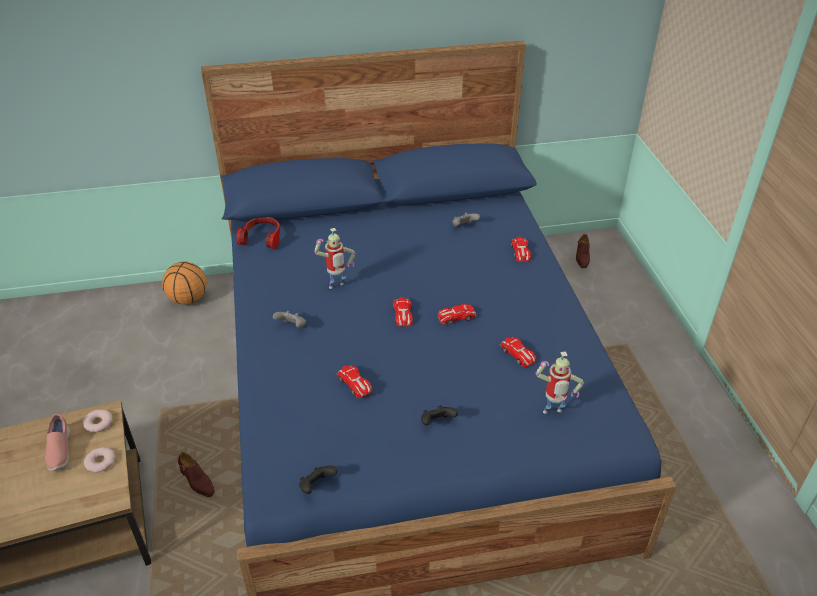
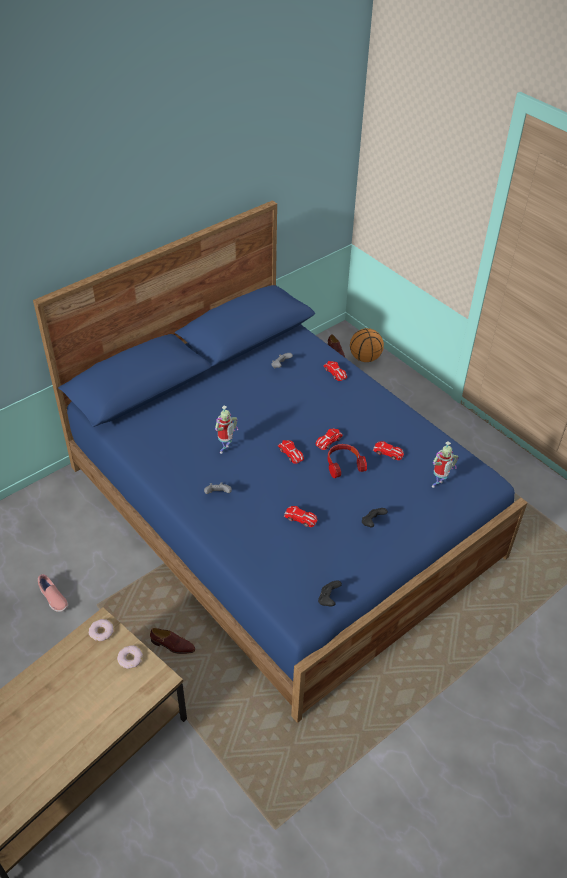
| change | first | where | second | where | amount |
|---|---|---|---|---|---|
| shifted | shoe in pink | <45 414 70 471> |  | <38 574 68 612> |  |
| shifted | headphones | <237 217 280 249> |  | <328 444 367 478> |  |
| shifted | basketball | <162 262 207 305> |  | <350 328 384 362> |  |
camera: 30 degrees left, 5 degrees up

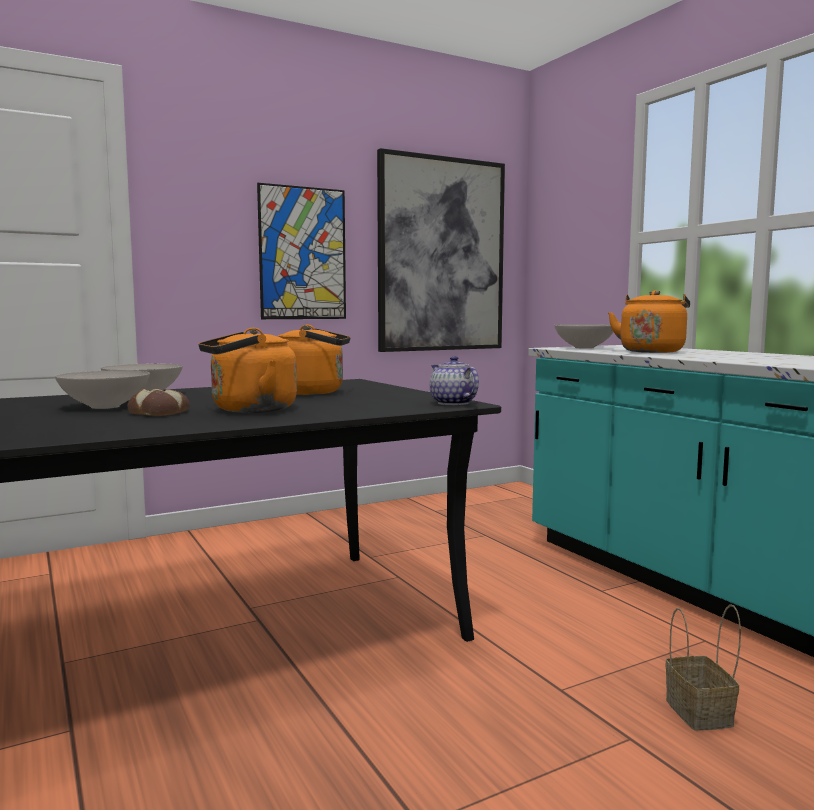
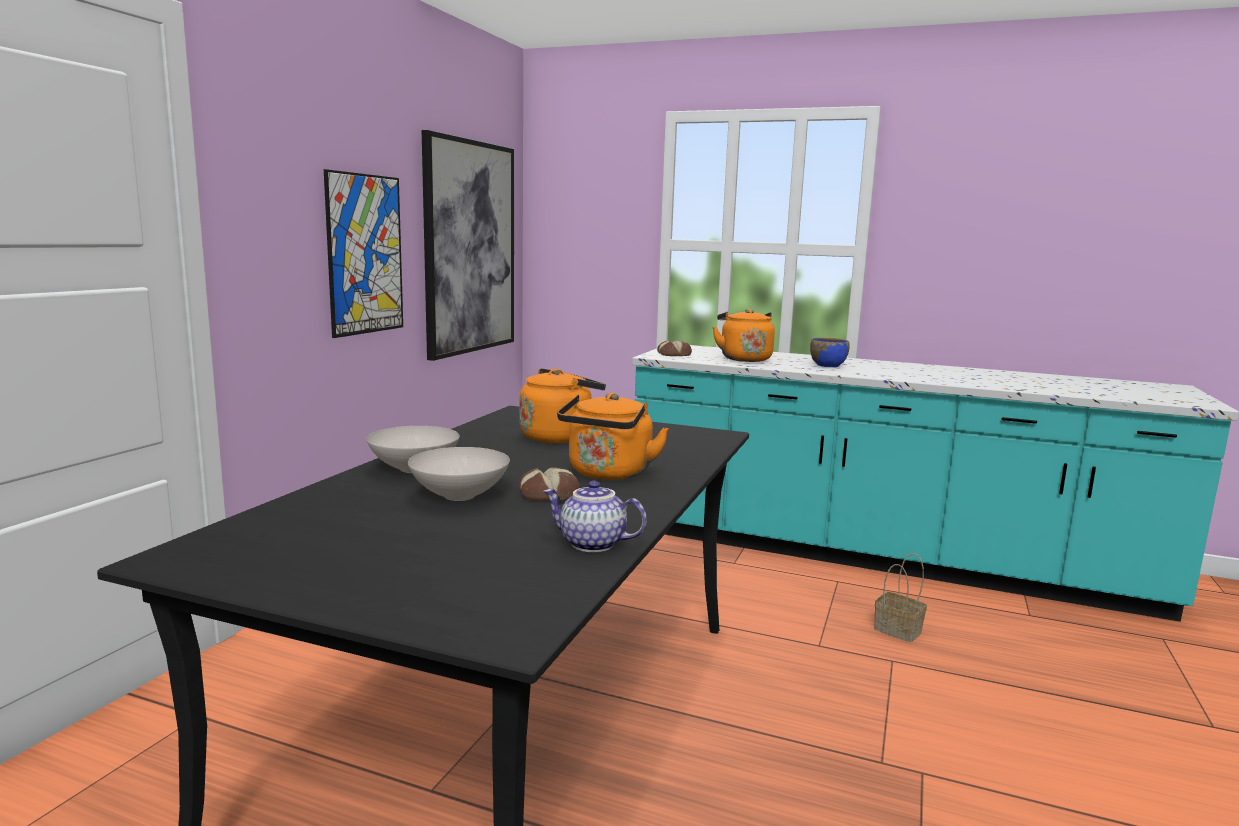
| change | first | where | second | where | amount |
|---|---|---|---|---|---|
| shifted | teapot | <430 356 479 405> |  | <544 481 647 552> |  |
| swapped | bowl in white | <554 324 613 349> | bread | <657 340 692 356> |  |
| new |  |  | bowl in blue | <810 338 850 367> |  |
camera: 40 degrees left, 5 degrees up

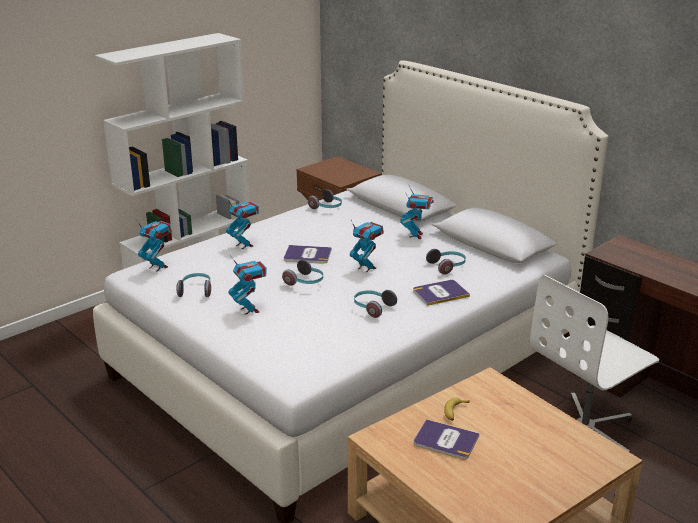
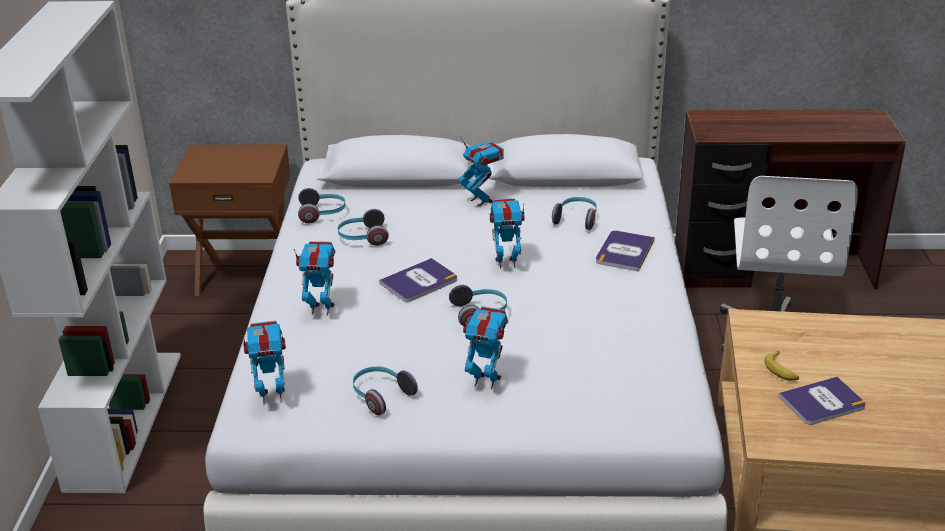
| change | first | where | second | where | amount |
|---|---|---|---|---|---|
| shifted | headphones | <354 290 397 318> |  | <338 209 389 246> |  |
camera: 45 degrees left, 5 degrees up

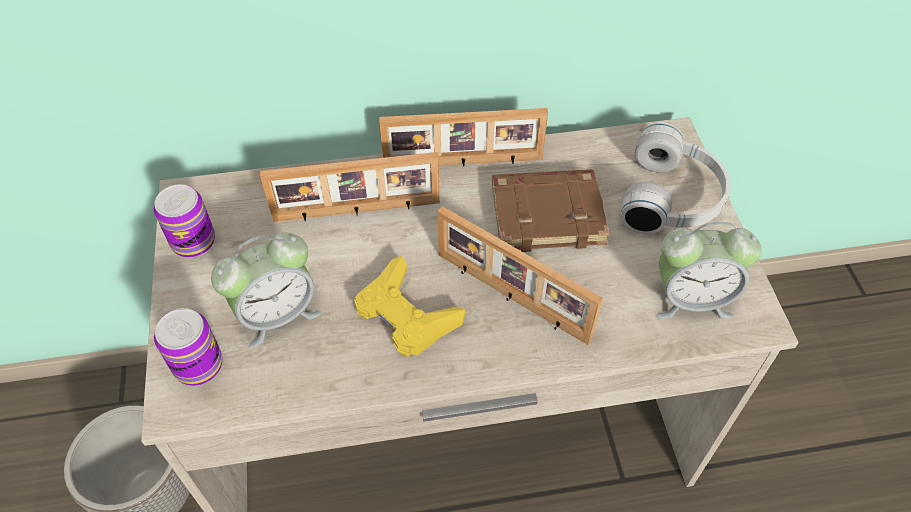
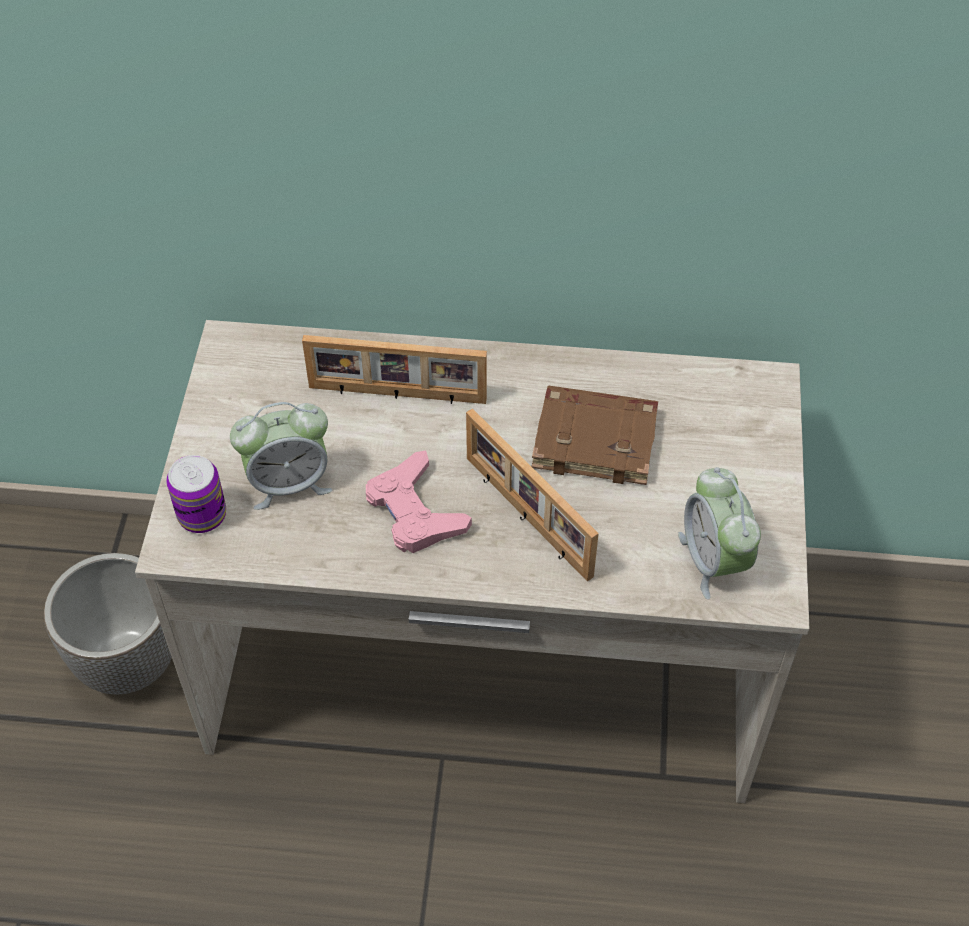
| change | first | where | second | where | amount |
|---|---|---|---|---|---|
| repainted | game controller in yellow | <354 256 465 357> | game controller in pink | <366 451 472 553> |  |
| rotated | alarm clock | <656 222 762 319> |  | <678 467 761 600> | 60 degrees clockwise |
| gone | can | <154 184 215 257> |  |  |  |
| gone | picture frame | <379 108 548 167> |  |  |  |
| gone | headphones in white | <621 122 731 234> |  |  |  |
camera: 15 degrees right, 0 degrees up

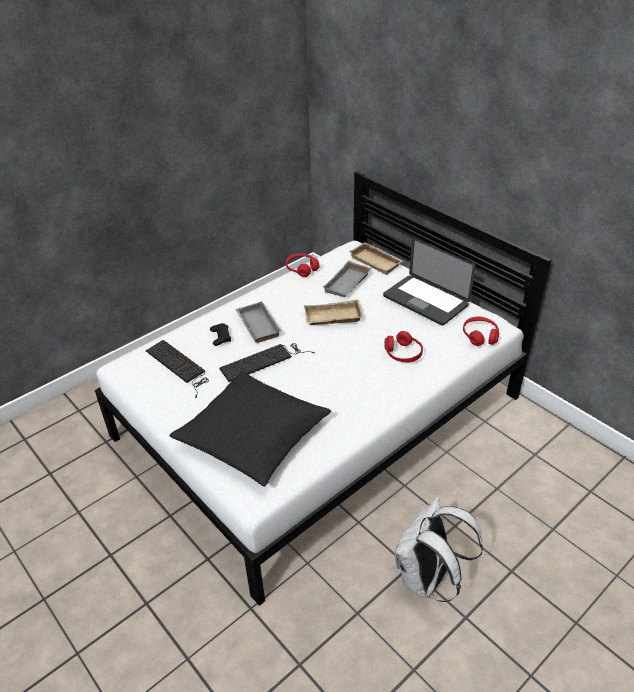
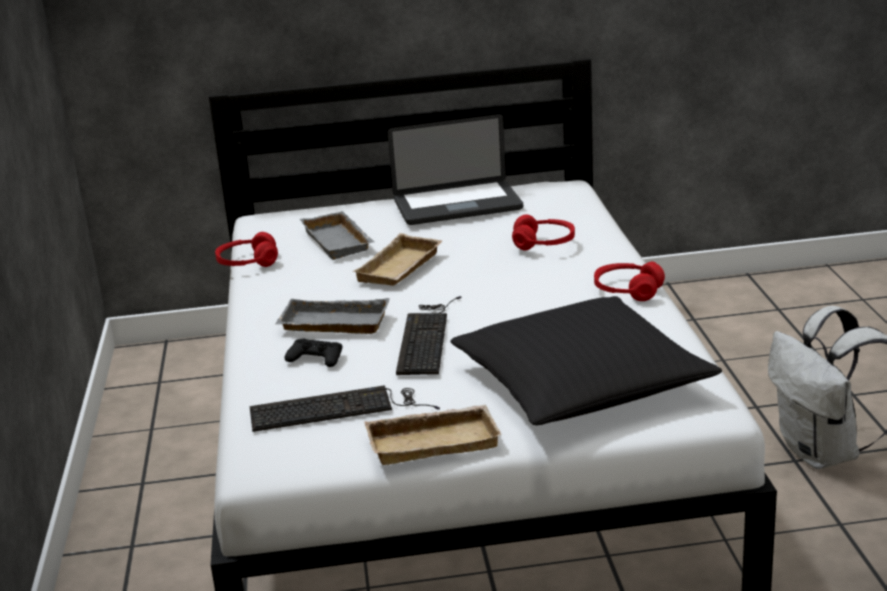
| change | first | where | second | where | amount |
|---|---|---|---|---|---|
| shifted | tray in beige | <348 242 403 275> |  | <364 405 502 465> |  |
| shifted | headphones in red | <463 316 499 346> |  | <594 262 665 301> |  |
camera: 55 degrees left, 15 degrees down

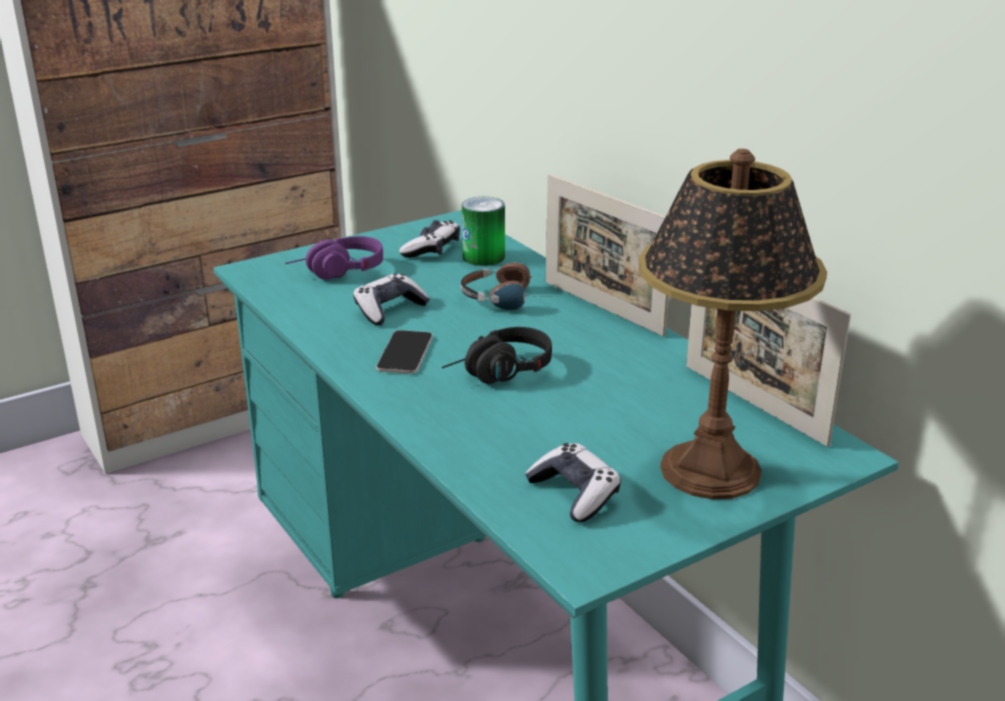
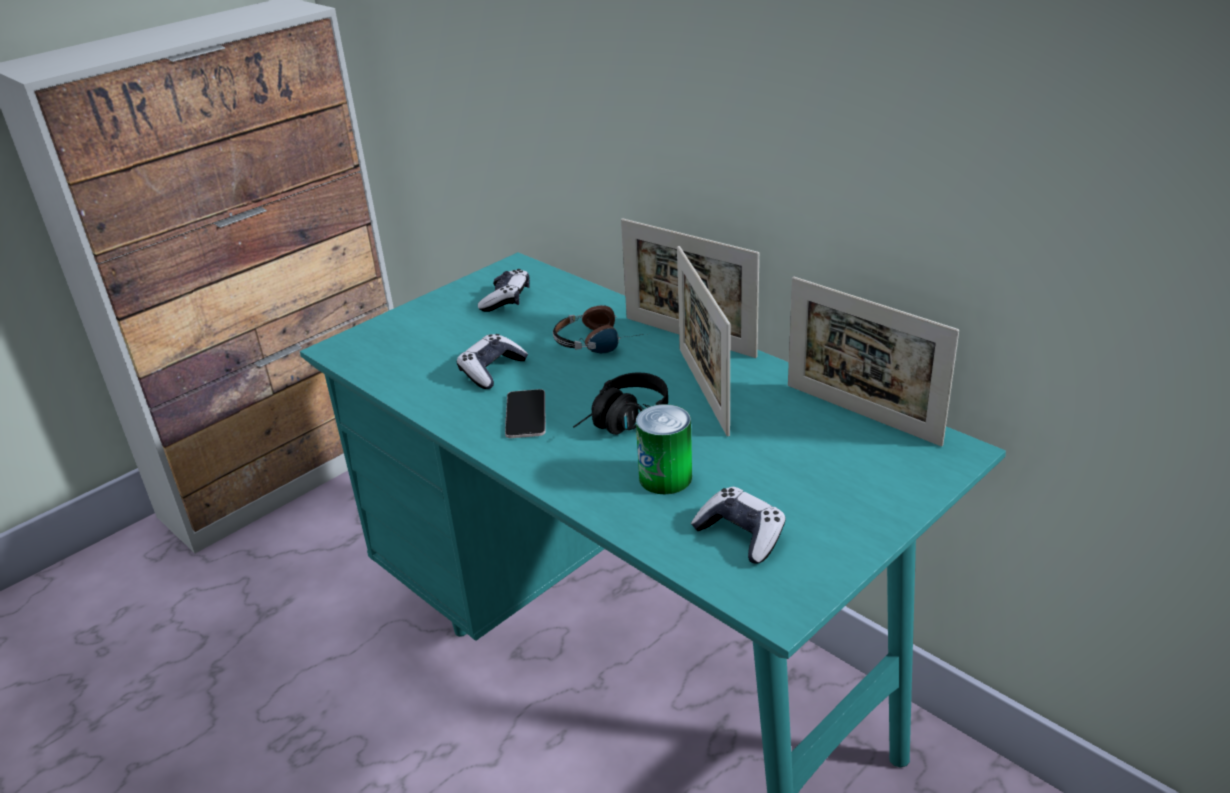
| change | first | where | second | where | amount |
|---|---|---|---|---|---|
| shifted | can | <462 197 505 266> |  | <636 404 692 494> |  |
| new |  |  | picture frame | <677 246 730 437> |  |
| gone | headphones in purple | <285 236 383 280> |  |  |  |
| gone | table lamp | <639 149 827 499> |  |  |  |
camera: 10 degrees left, 5 degrees up

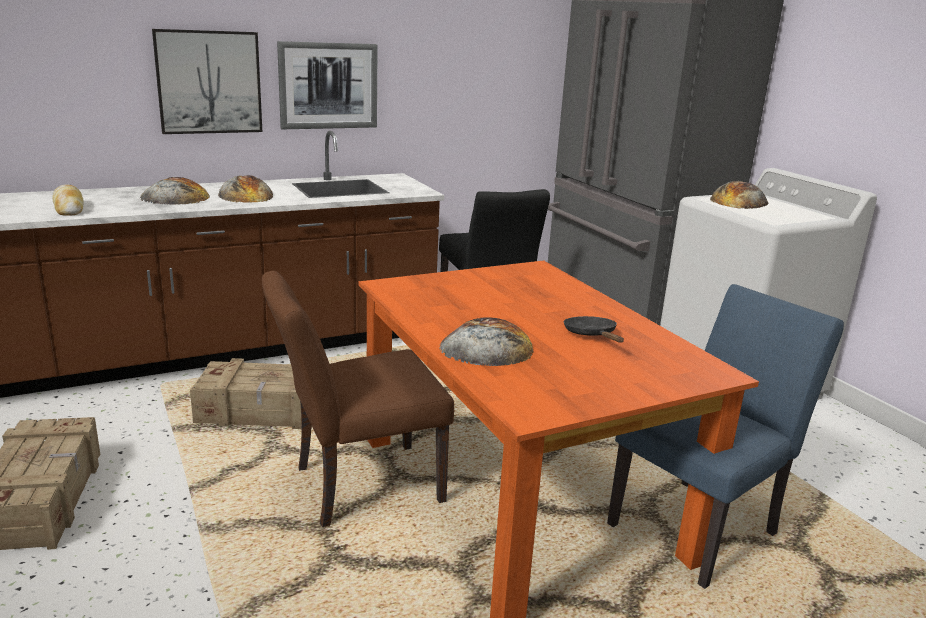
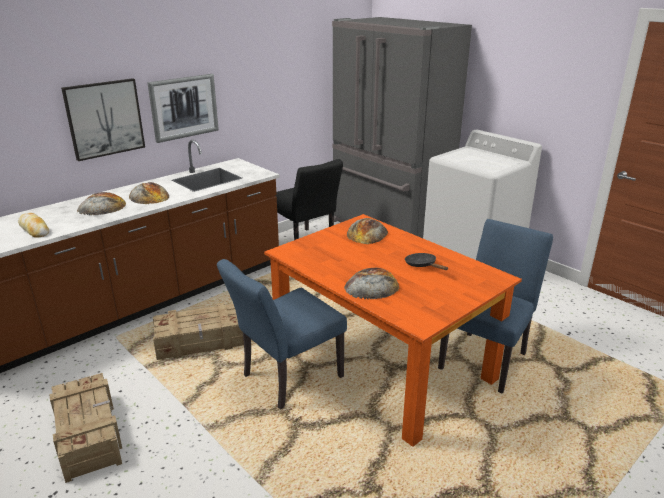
| change | first | where | second | where | amount |
|---|---|---|---|---|---|
| repainted | chair in brown | <262 271 454 527> | chair in blue | <217 259 347 409> |  |
| shifted | bread | <710 181 769 209> |  | <347 218 388 244> |  |
camera: 15 degrees left, 5 degrees up

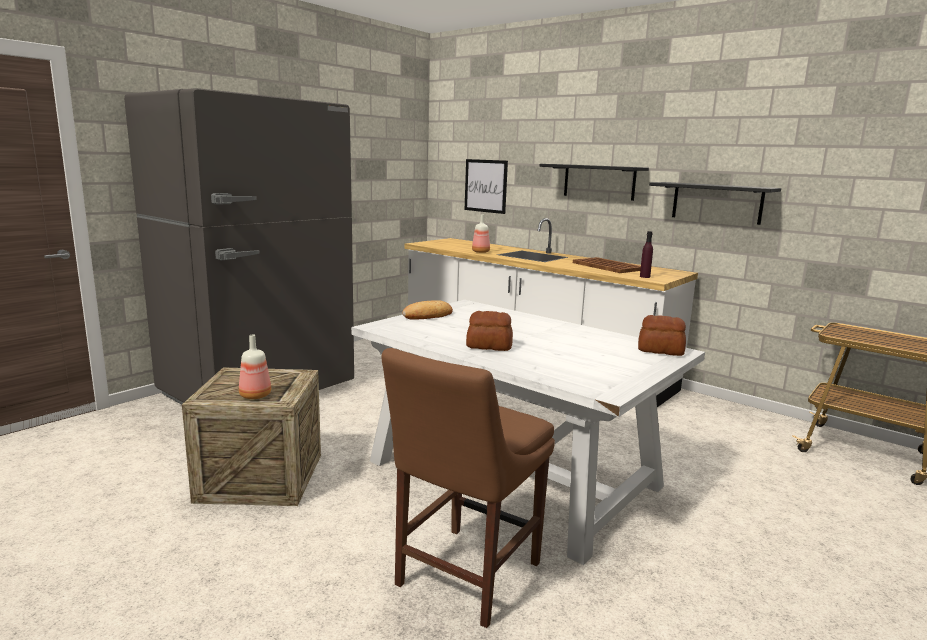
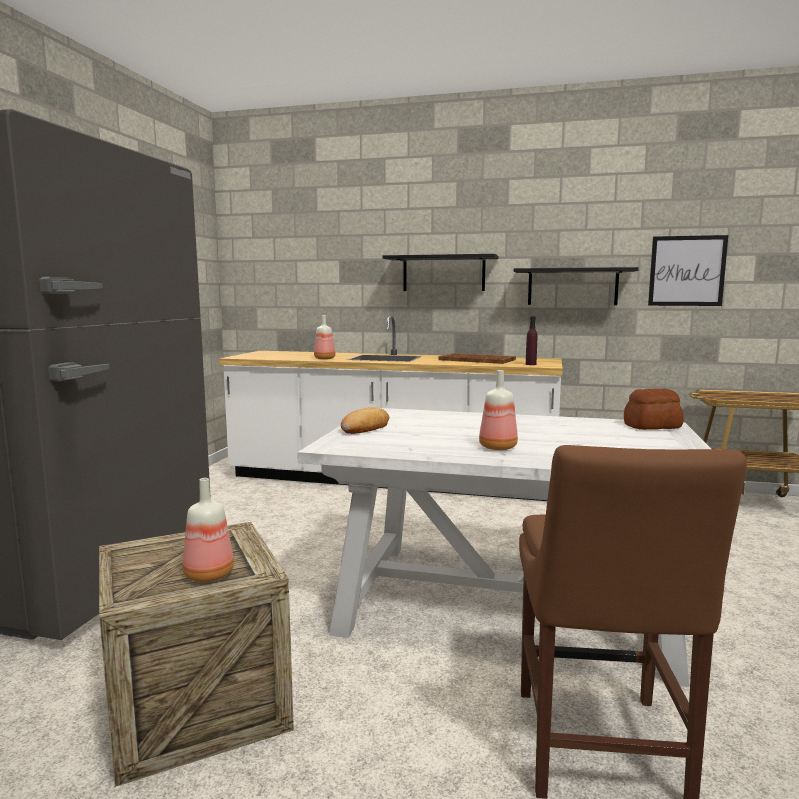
| change | first | where | second | where | amount |
|---|---|---|---|---|---|
| swapped | bread | <466 311 513 351> | bottle | <479 370 518 450> |  |
| shifted | picture | <465 159 508 214> |  | <648 235 728 306> |  |
camera: 25 degrees left, 5 degrees down

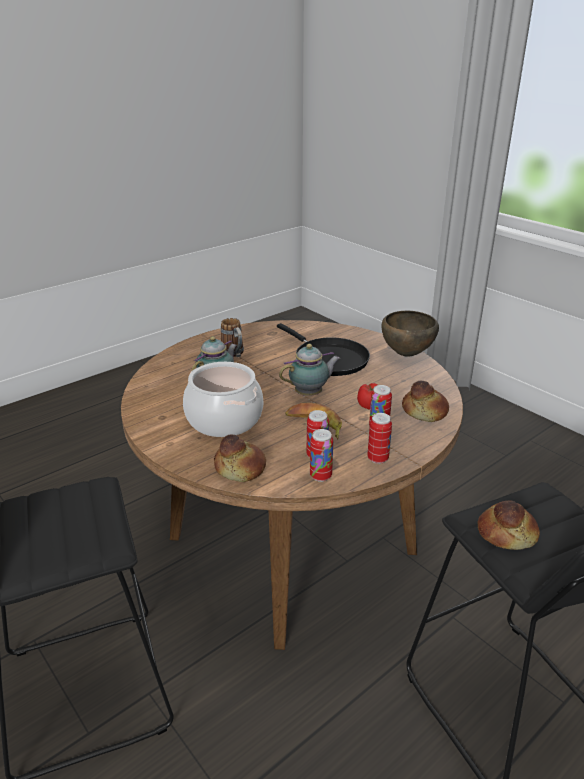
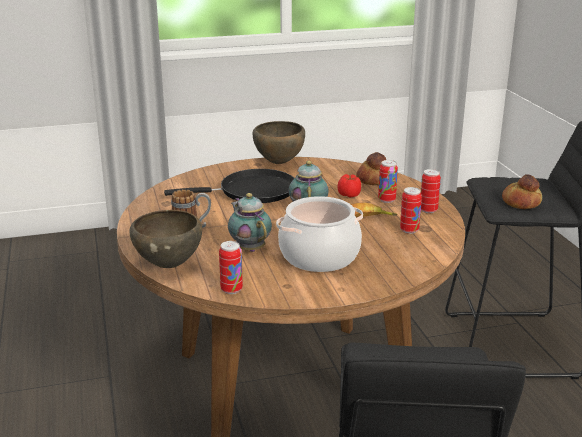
| change | first | where | second | where | amount |
|---|---|---|---|---|---|
| new |  |  | bowl in brown | <129 210 202 268> |  |
| shifted | can | <310 429 333 482> |  | <219 241 243 294> |  |
| gone | bread | <214 434 266 482> |  |  |  |
camera: 65 degrees left, 5 degrees down

